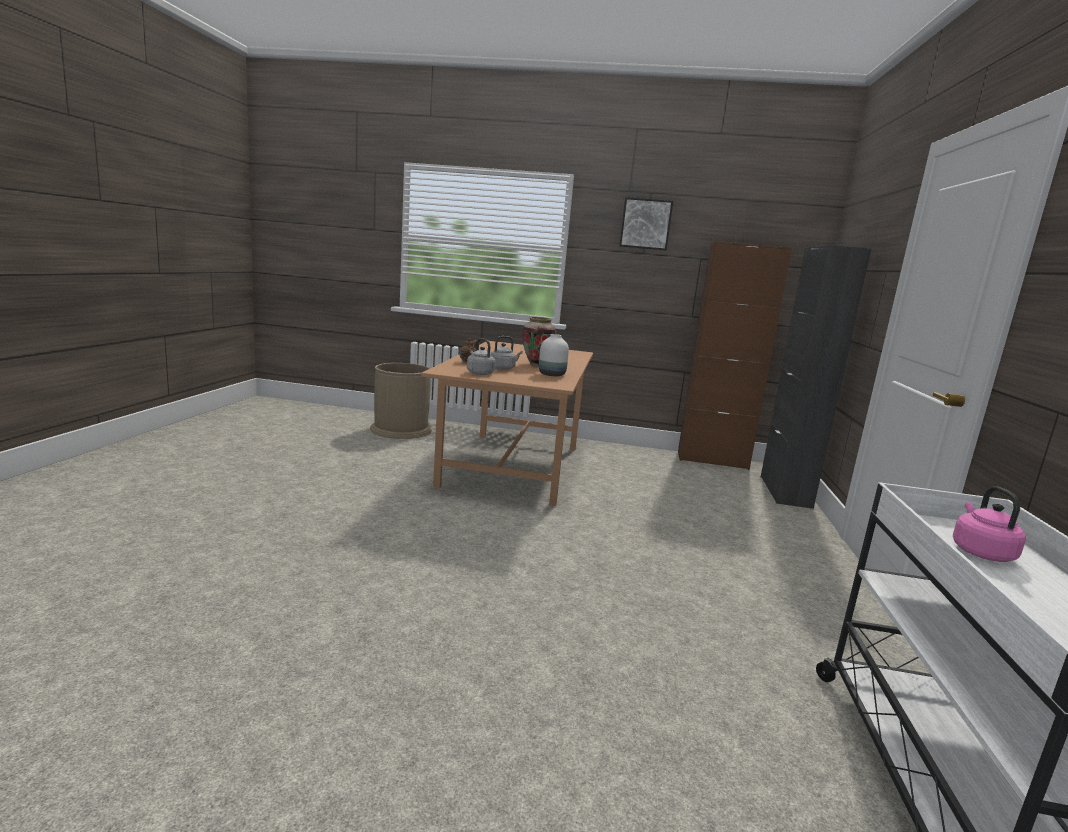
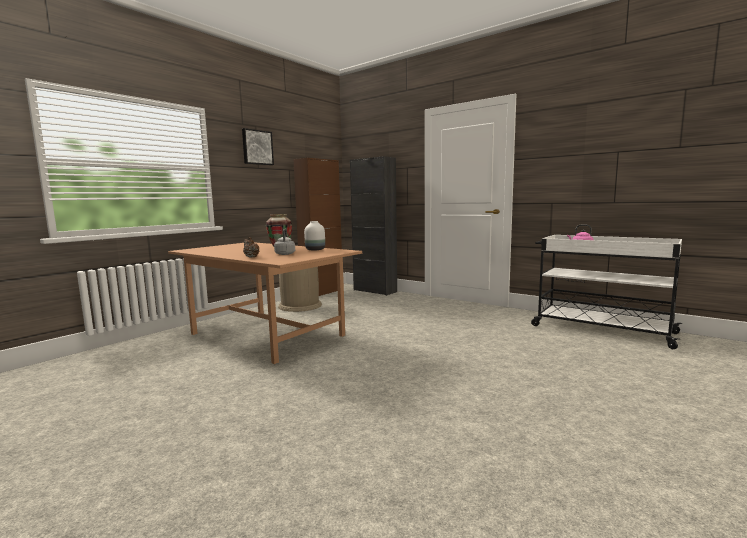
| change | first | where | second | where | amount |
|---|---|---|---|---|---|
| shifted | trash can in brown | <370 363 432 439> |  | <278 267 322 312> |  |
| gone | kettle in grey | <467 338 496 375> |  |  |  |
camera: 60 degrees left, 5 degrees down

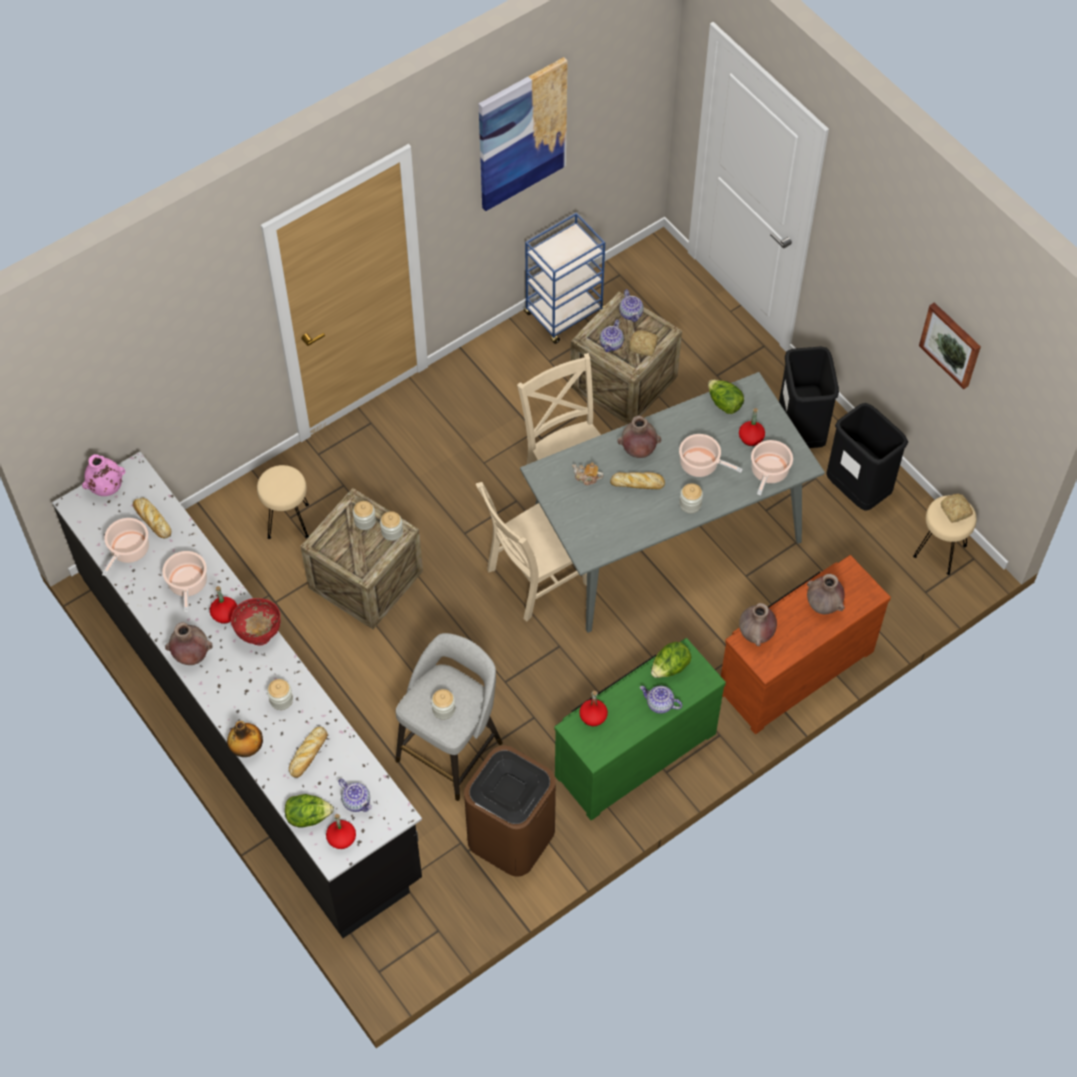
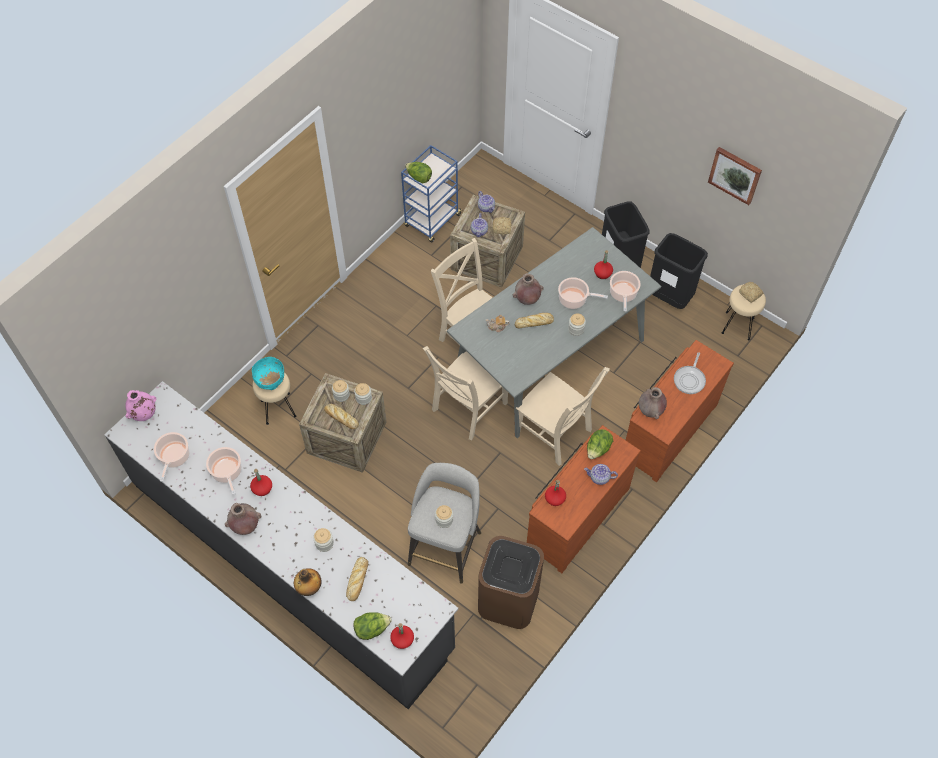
| change | first | where | second | where | amount |
|---|---|---|---|---|---|
| new |  |  | bowl in turquoise | <252 357 284 390> |  |
| shifted | bread | <133 498 171 538> |  | <324 404 359 429> |  |
| shifted | lettuce | <708 380 744 414> |  | <405 162 432 183> |  |
| new |  |  | chair in beige | <516 367 610 466> |  |
| repainted | dresser in green | <554 638 726 820> | dresser in brown | <527 425 641 573> |  |
| swapped | vase in brown | <807 574 845 614> | frying pan | <674 352 706 394> |  |
| gone | bowl in red | <231 598 281 645> |  |  |  |
| gone | teapot | <338 779 372 812> |  |  |  |
| gone | picture | <478 57 568 211> |  |  |  |
camera: 15 degrees left, 0 degrees up

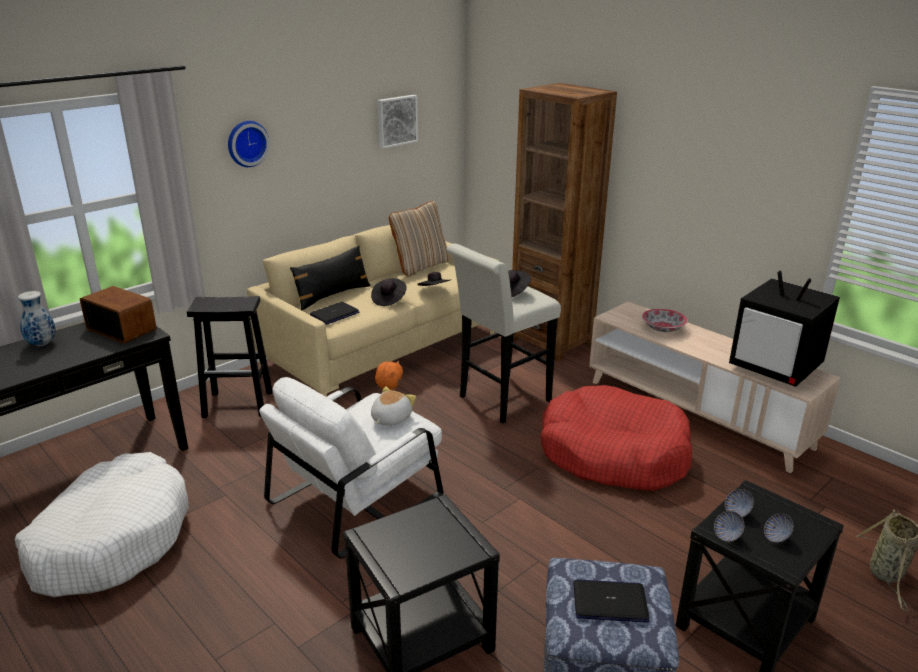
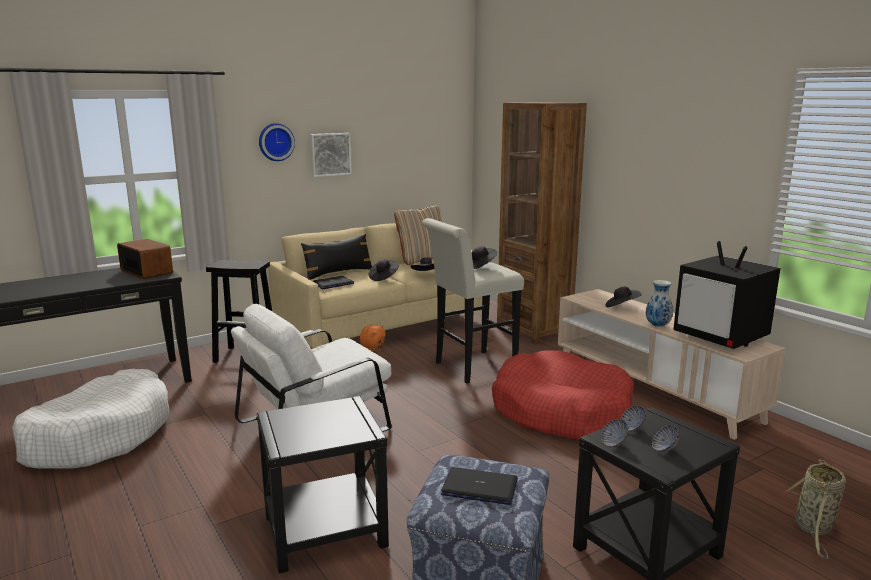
| change | first | where | second | where | amount |
|---|---|---|---|---|---|
| shifted | picture | <377 95 418 148> |  | <310 133 352 177> |  |
| swapped | bowl | <642 309 688 332> | hat in black | <605 287 642 307> |  |
| shifted | vase | <18 291 56 346> |  | <646 280 673 327> |  |
| gone | plush toy | <371 387 416 426> |  |  |  |
camera: 10 degrees right, 10 degrees down

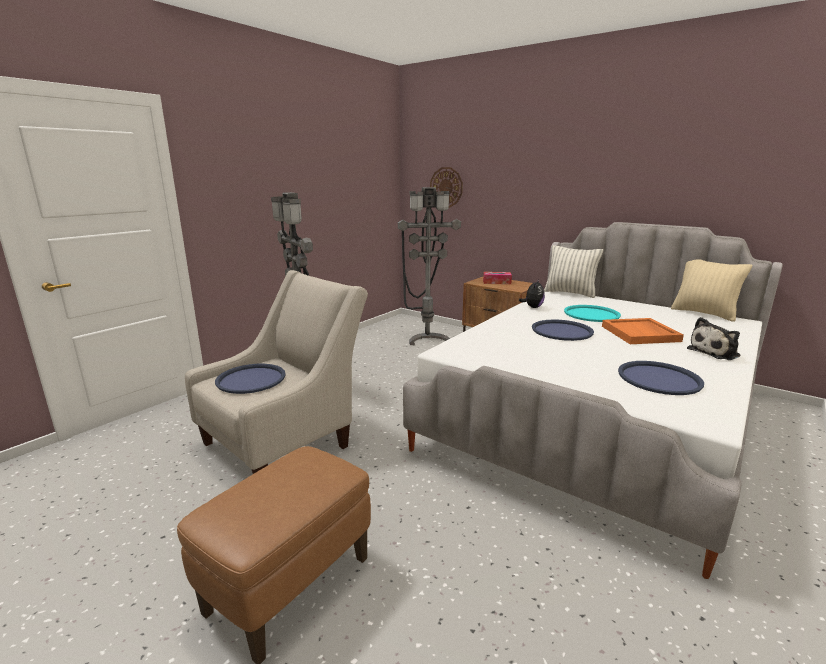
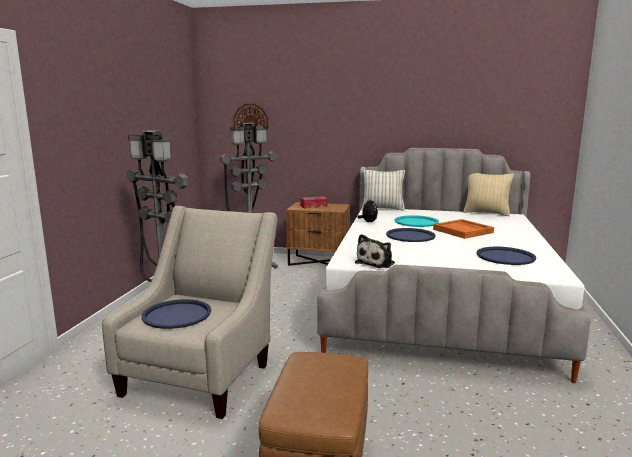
| change | first | where | second | where | amount |
|---|---|---|---|---|---|
| shifted | plush toy | <687 317 740 360> |  | <355 234 395 268> |  |
camera: 25 degrees left, 5 degrees down

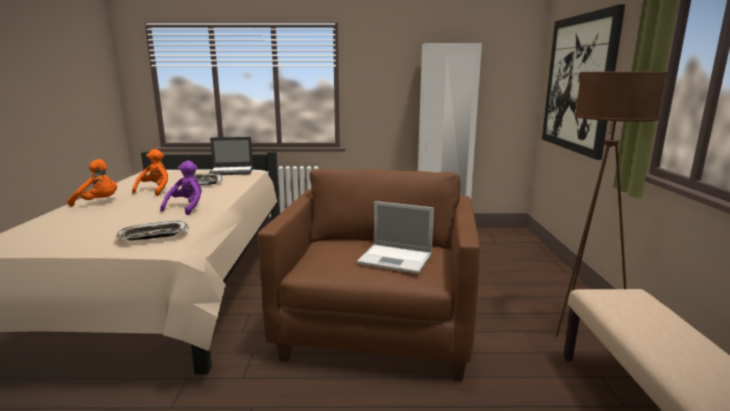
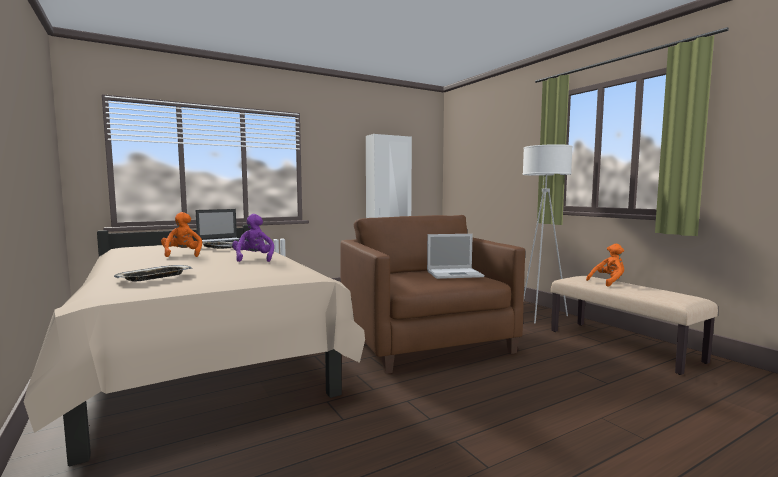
| change | first | where | second | where | amount |
|---|---|---|---|---|---|
| shifted | tray | <116 221 189 241> |  | <114 265 192 281> |  |
| repainted | floor lamp in brown | <556 72 668 337> | floor lamp in white | <523 144 573 324> |  |
| shifted | plush toy in orange | <67 159 117 207> |  | <586 244 624 287> |  |
| gone | picture | <542 4 625 160> |  |  |  |
camera: 30 degrees left, 10 degrees down

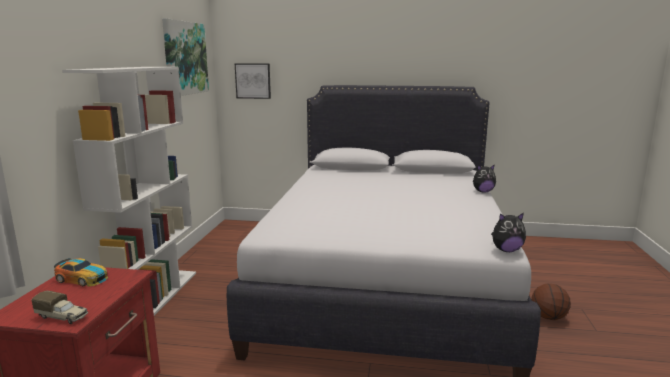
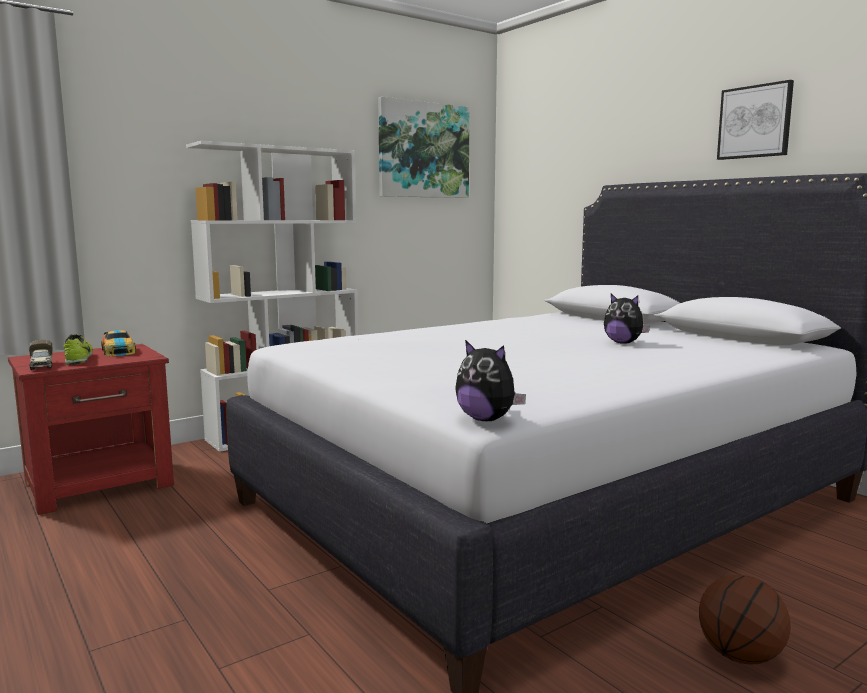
| change | first | where | second | where | amount |
|---|---|---|---|---|---|
| new |  |  | shoe | <63 334 93 365> |  |
| shifted | plush toy | <473 164 496 193> |  | <604 294 650 344> |  |
| shifted | picture | <235 64 271 99> |  | <717 80 794 160> |  |
camera: 45 degrees right, 5 degrees down

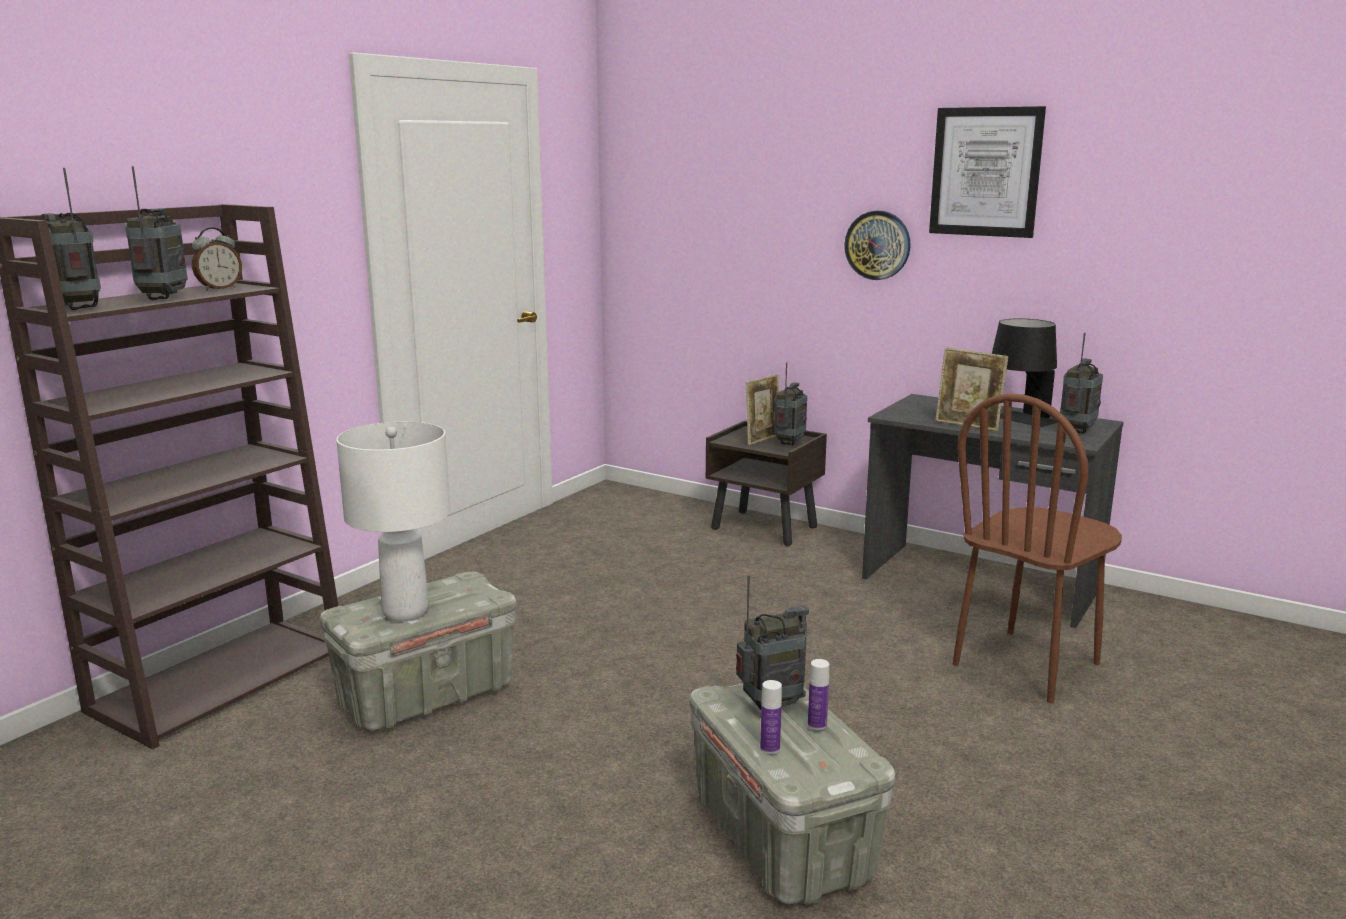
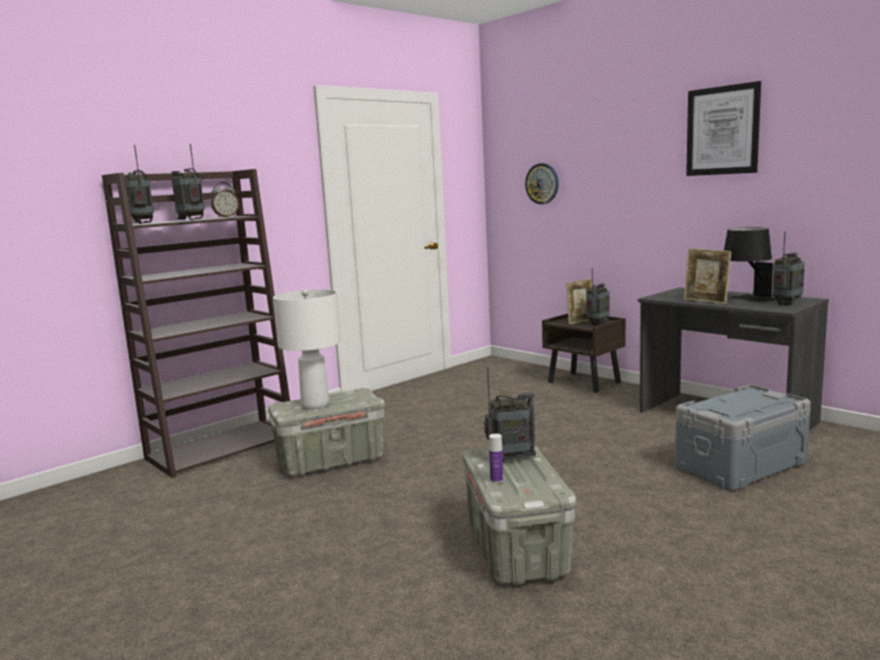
| change | first | where | second | where | amount |
|---|---|---|---|---|---|
| rotated | radio | <125 166 188 300> |  | <172 144 205 220> | 60 degrees counterclockwise |
| shifted | wall clock | <844 211 911 280> |  | <525 163 559 204> |  |
| swapped | chair in brown | <953 393 1122 703> | storage box in grey | <675 385 811 490> |  |
| gone | bottle | <808 659 829 730> |  |  |  |
camera: 15 degrees right, 5 degrees down

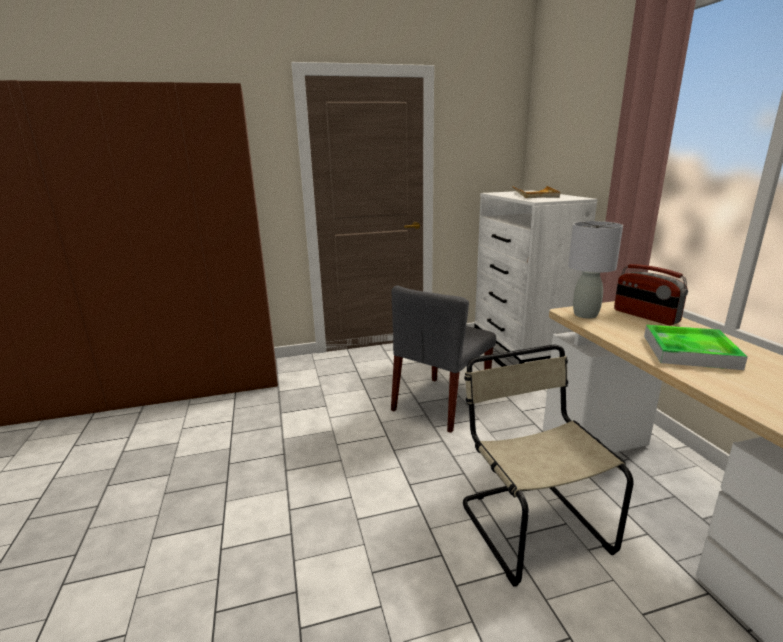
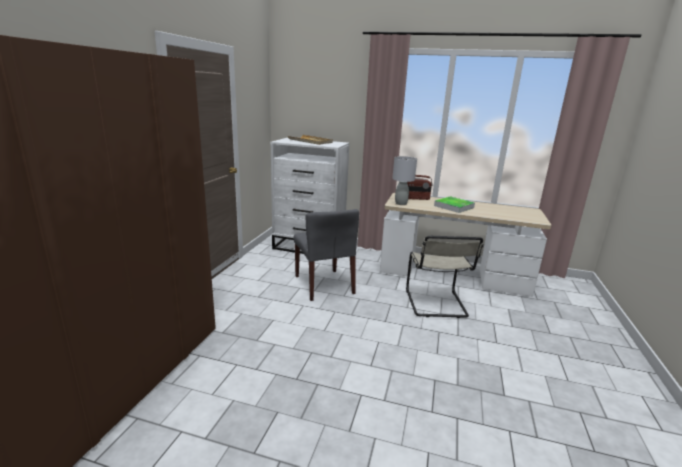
| change | first | where | second | where | amount |
|---|---|---|---|---|---|
| rotated | chair in beige | <463 345 633 587> |  | <406 236 484 318> | 105 degrees counterclockwise |
camera: 60 degrees left, 0 degrees up

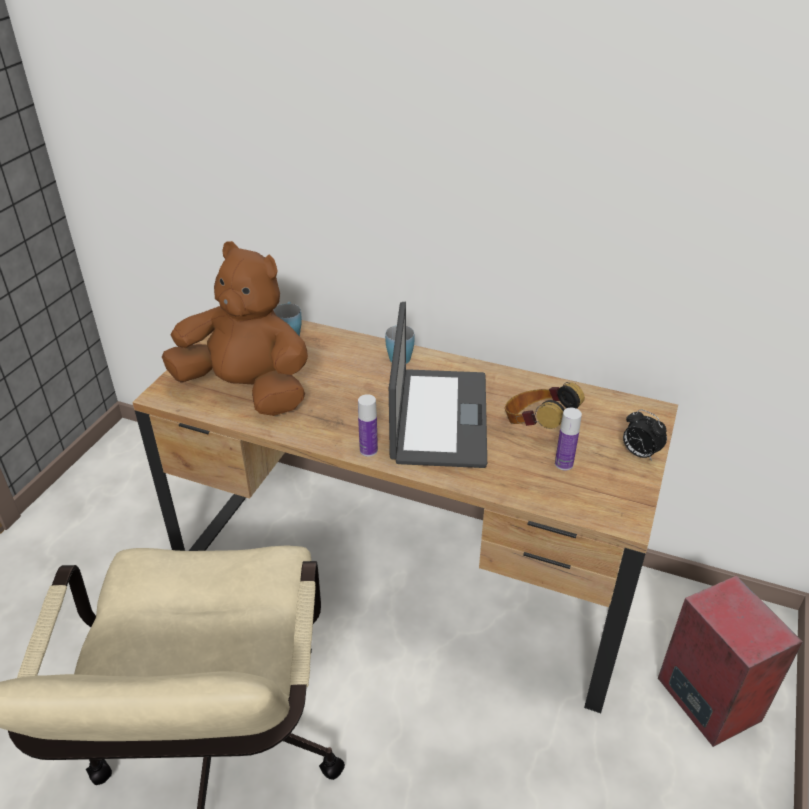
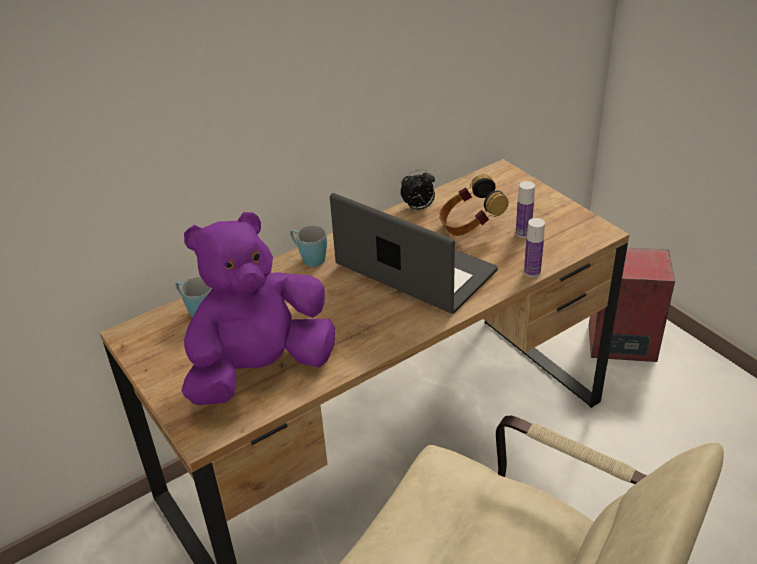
| change | first | where | second | where | amount |
|---|---|---|---|---|---|
| repainted | plush toy in brown | <162 241 308 416> | plush toy in purple | <181 212 335 405> |  |
| shifted | alarm clock | <623 409 667 461> |  | <401 169 435 211> |  |
| shifted | bottle | <358 394 378 457> |  | <524 218 545 277> |  |
camera: 55 degrees left, 0 degrees up

